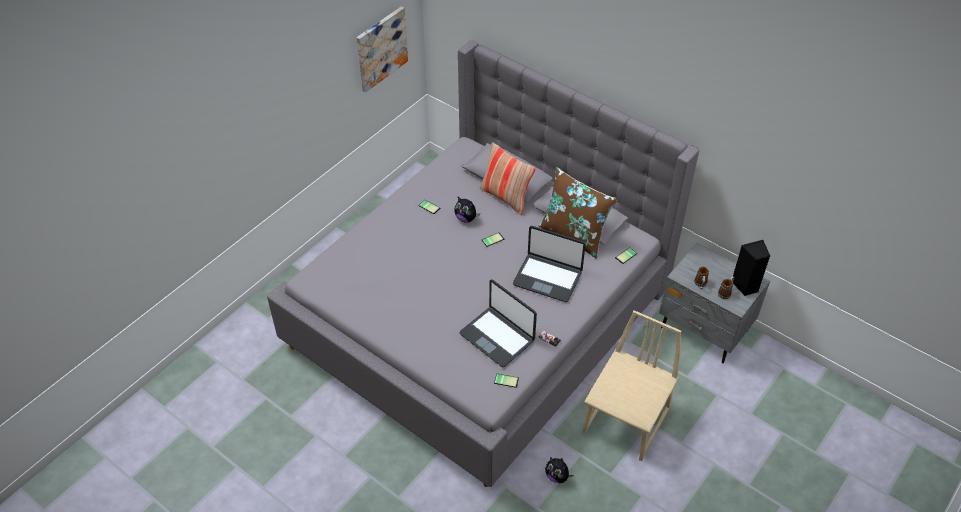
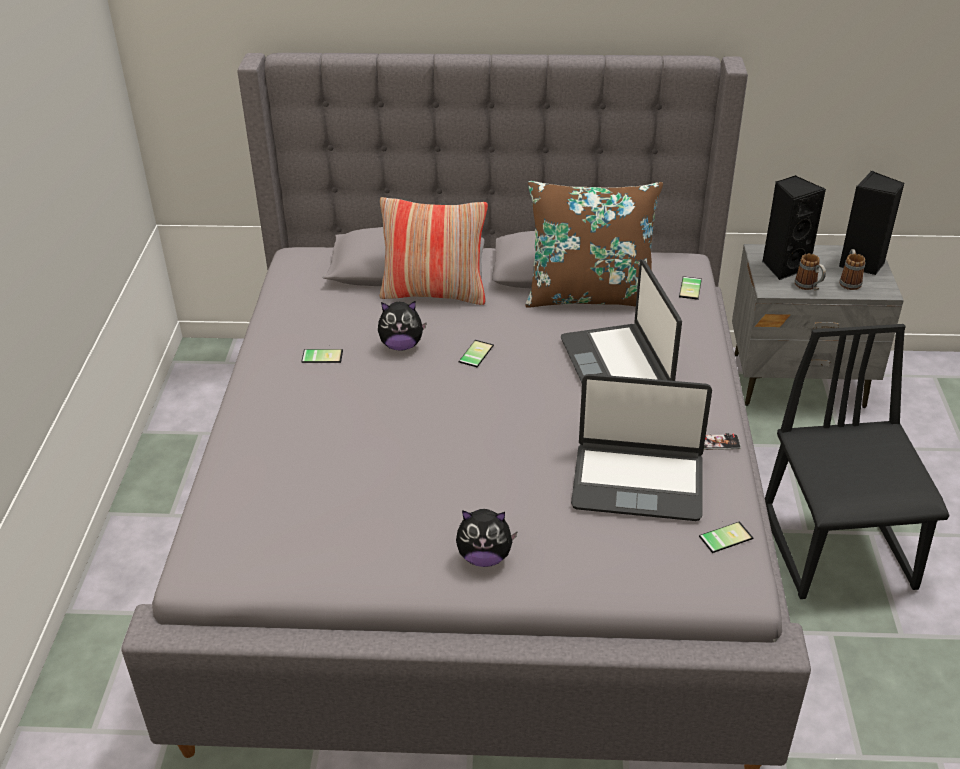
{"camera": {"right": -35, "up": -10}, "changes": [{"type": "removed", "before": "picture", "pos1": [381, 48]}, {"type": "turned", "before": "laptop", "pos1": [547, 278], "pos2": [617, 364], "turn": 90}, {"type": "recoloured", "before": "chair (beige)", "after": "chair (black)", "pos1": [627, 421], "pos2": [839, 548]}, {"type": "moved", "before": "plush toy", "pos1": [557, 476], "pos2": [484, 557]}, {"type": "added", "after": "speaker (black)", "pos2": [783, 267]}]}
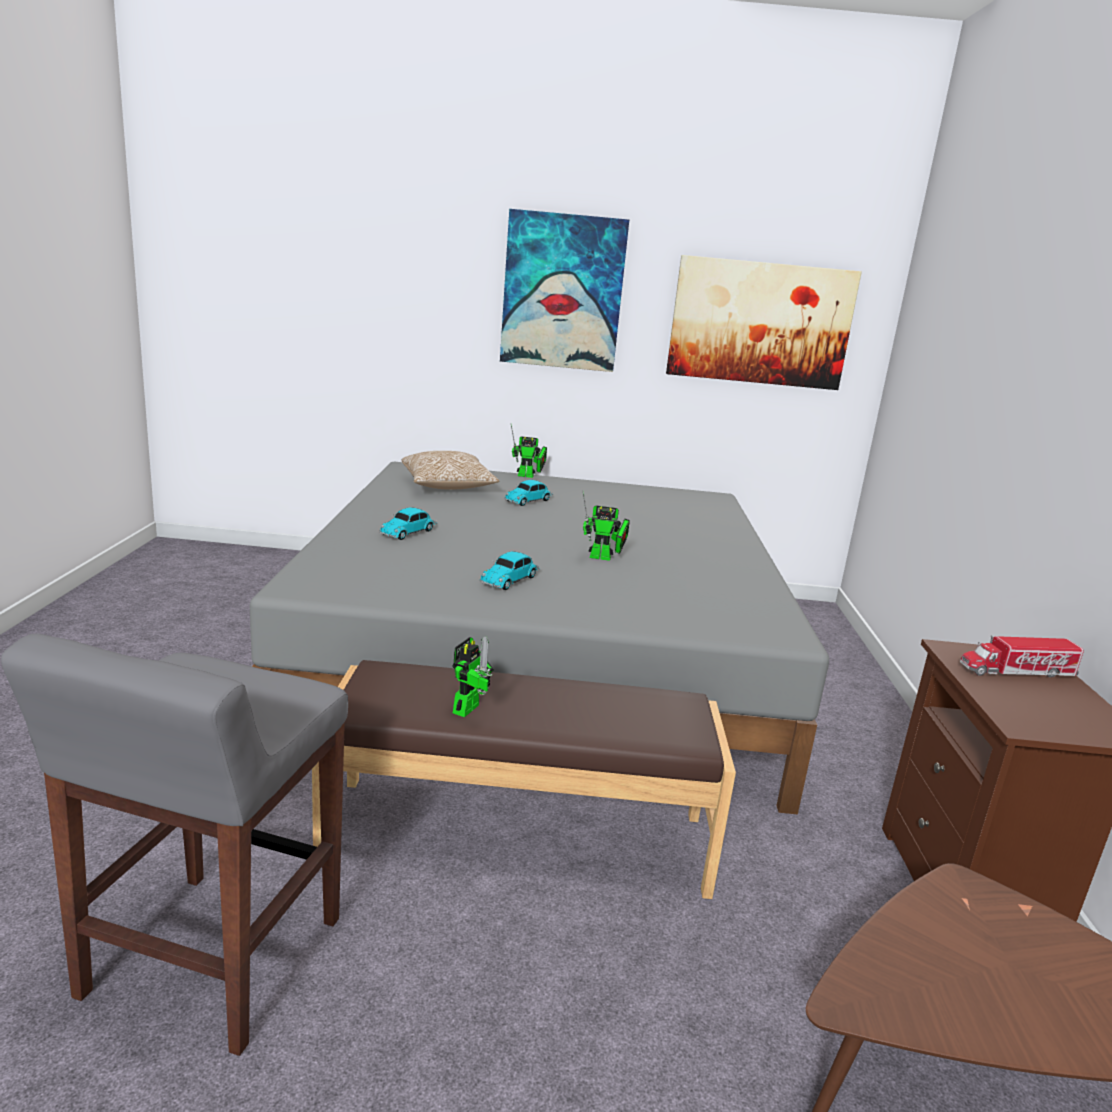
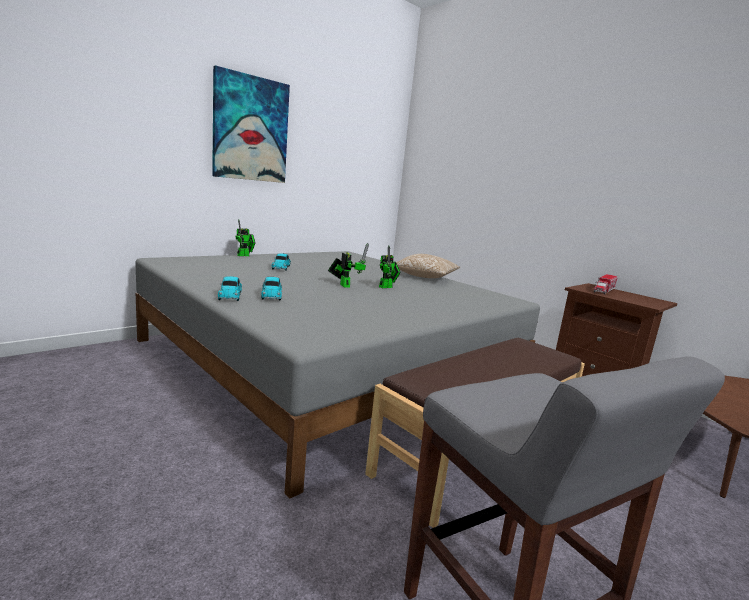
{"camera": {"right": -45, "up": -5}, "changes": [{"type": "removed", "before": "picture", "pos1": [760, 323]}, {"type": "moved", "before": "pillow", "pos1": [447, 487], "pos2": [426, 277]}, {"type": "moved", "before": "toy car", "pos1": [510, 579], "pos2": [230, 295]}, {"type": "moved", "before": "toy robot", "pos1": [468, 706], "pos2": [344, 285]}]}
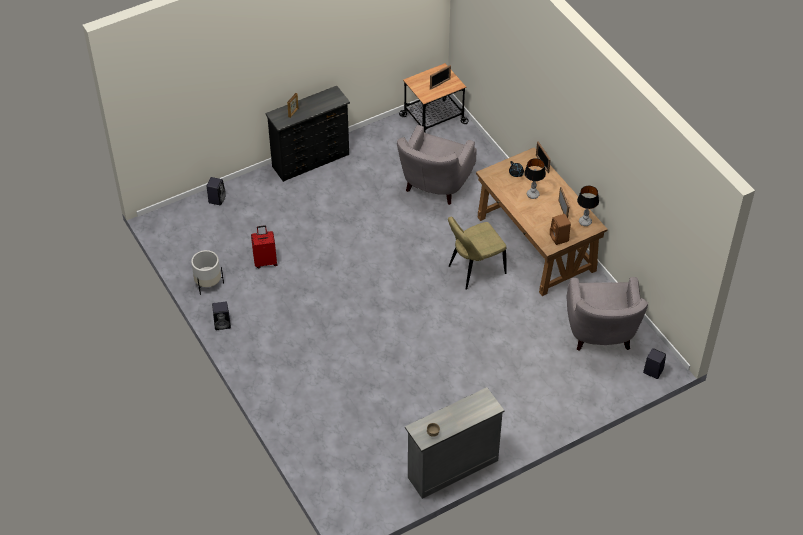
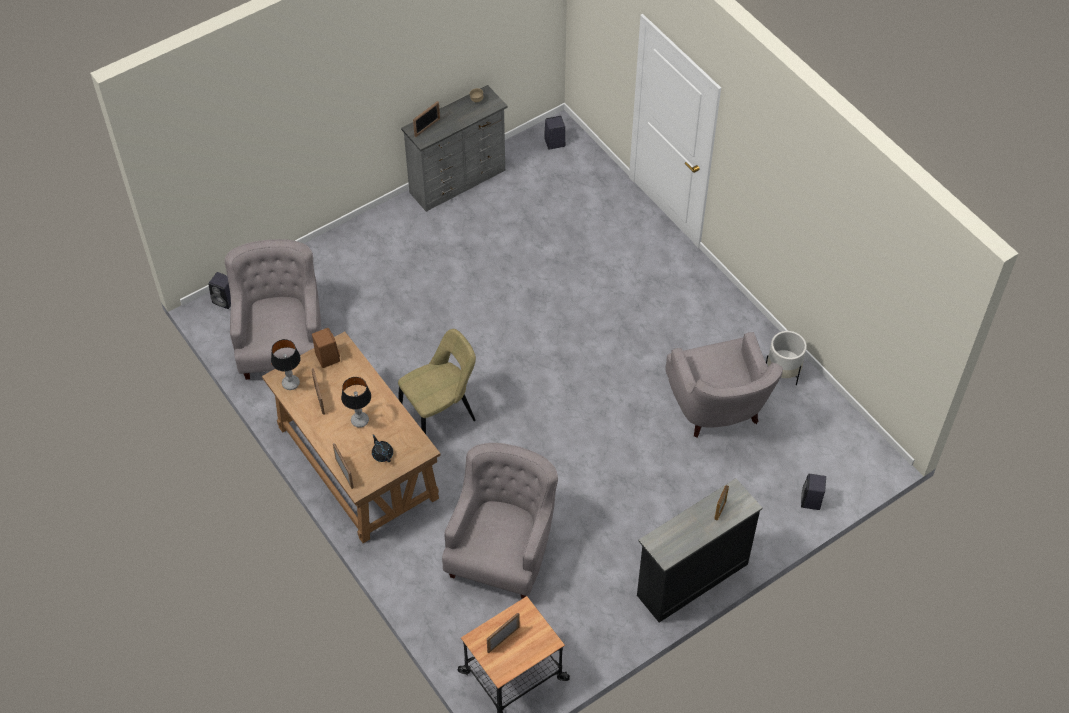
{"camera": {"right": 175, "up": 5}, "changes": [{"type": "replaced", "before": "suitcase (red)", "after": "armchair (grey)", "pos1": [265, 261], "pos2": [717, 408]}, {"type": "moved", "before": "speaker (black)", "pos1": [223, 323], "pos2": [554, 143]}, {"type": "added", "after": "picture frame", "pos2": [427, 127]}]}
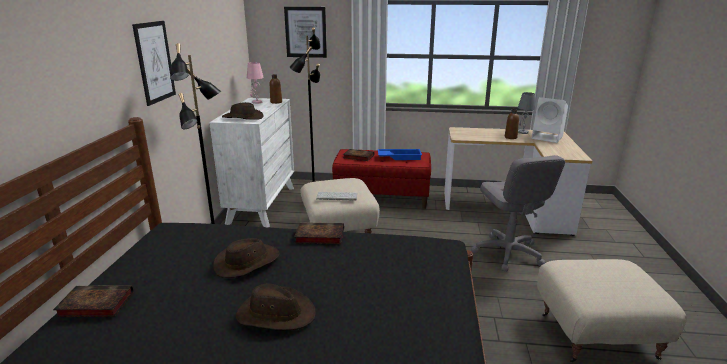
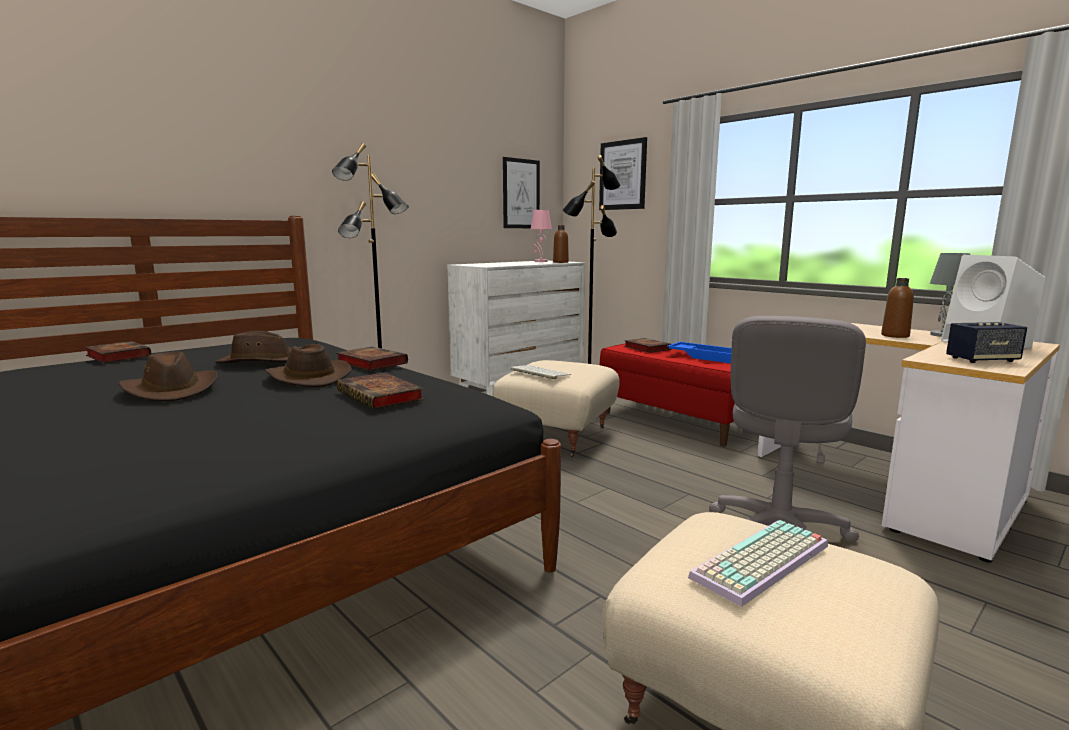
{"camera": {"right": 40, "up": -10}, "changes": [{"type": "moved", "before": "picture", "pos1": [155, 62], "pos2": [521, 194]}, {"type": "moved", "before": "hat (brown)", "pos1": [243, 117], "pos2": [307, 378]}, {"type": "added", "after": "speaker", "pos2": [982, 360]}, {"type": "added", "after": "book", "pos2": [382, 396]}, {"type": "added", "after": "keyboard", "pos2": [763, 563]}]}
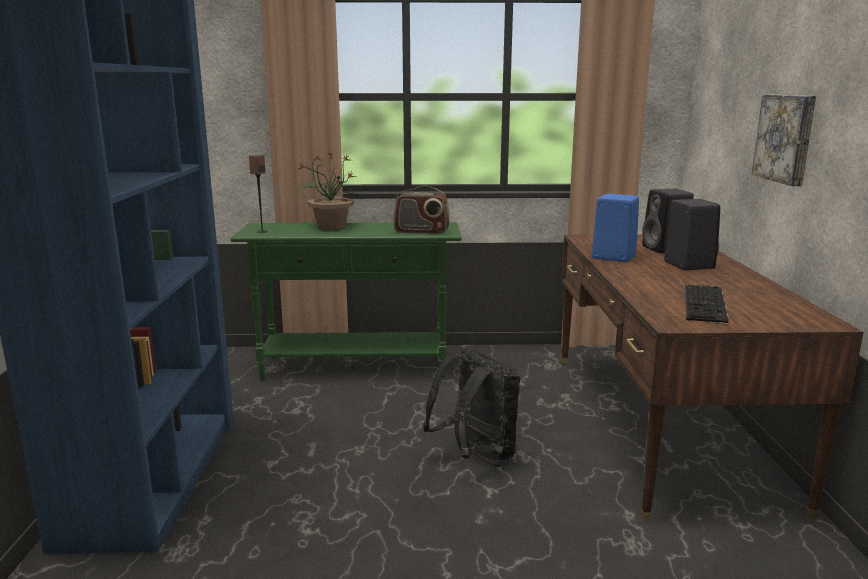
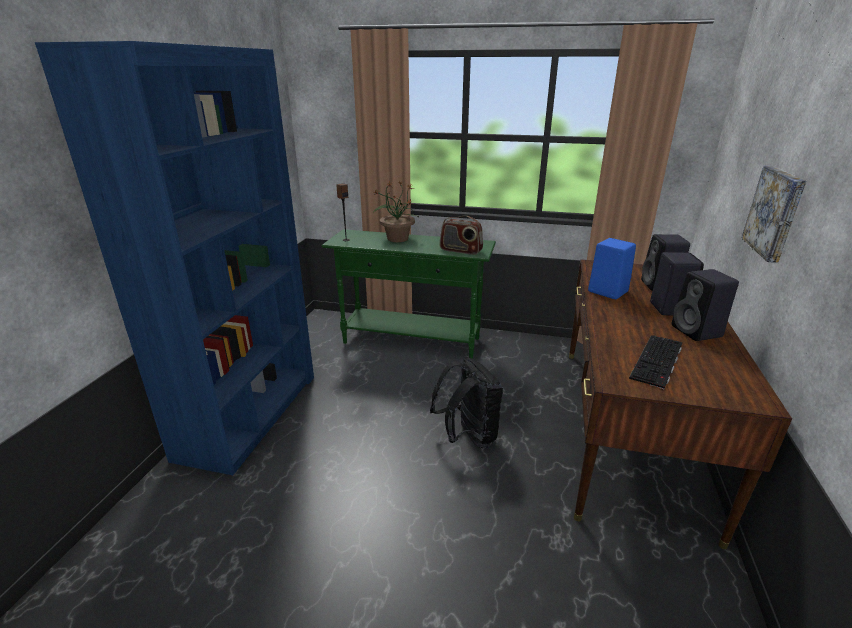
{"camera": {"right": 15, "up": 10}, "changes": [{"type": "added", "after": "speaker (black)", "pos2": [697, 332]}]}
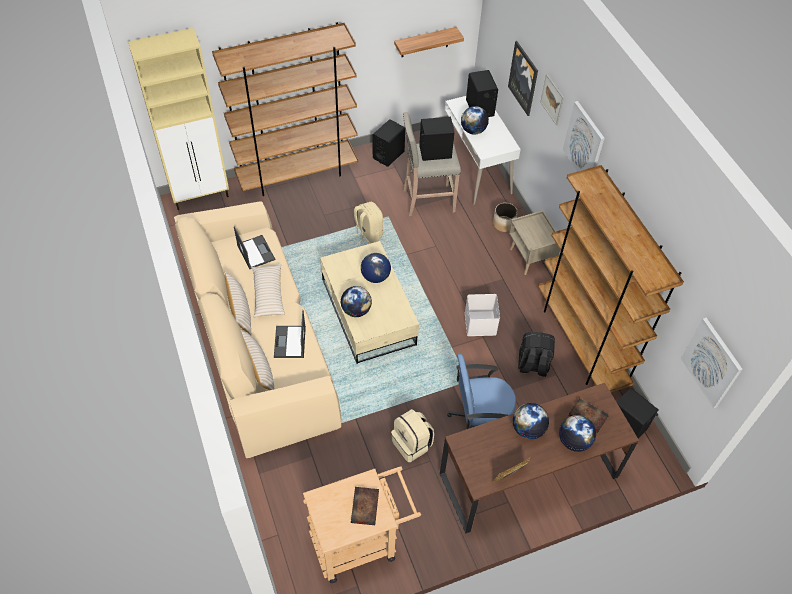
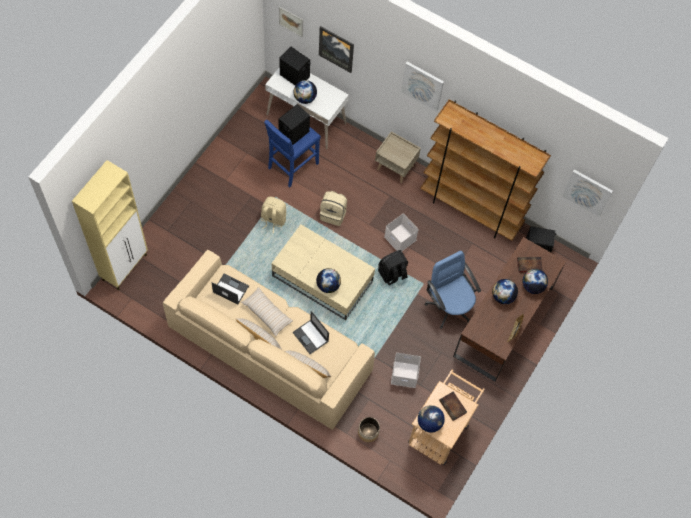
{"camera": {"right": -40, "up": 10}, "changes": [{"type": "removed", "before": "bookcase (brown)", "pos1": [297, 174]}, {"type": "removed", "before": "shelf", "pos1": [425, 42]}, {"type": "moved", "before": "picture", "pos1": [552, 99], "pos2": [291, 21]}, {"type": "recoloured", "before": "stool (beige)", "after": "stool (blue)", "pos1": [427, 200], "pos2": [292, 166]}, {"type": "removed", "before": "speaker (black)", "pos1": [388, 155]}, {"type": "moved", "before": "planter", "pos1": [503, 224], "pos2": [368, 432]}, {"type": "moved", "before": "globe", "pos1": [375, 276], "pos2": [429, 422]}, {"type": "moved", "before": "backpack (black)", "pos1": [532, 365], "pos2": [392, 274]}, {"type": "turned", "before": "office chair (blue)", "pos1": [479, 420], "pos2": [449, 306], "turn": 105}, {"type": "moved", "before": "backpack (beige)", "pos1": [412, 444], "pos2": [333, 214]}, {"type": "added", "after": "storage box (white)", "pos2": [405, 374]}]}
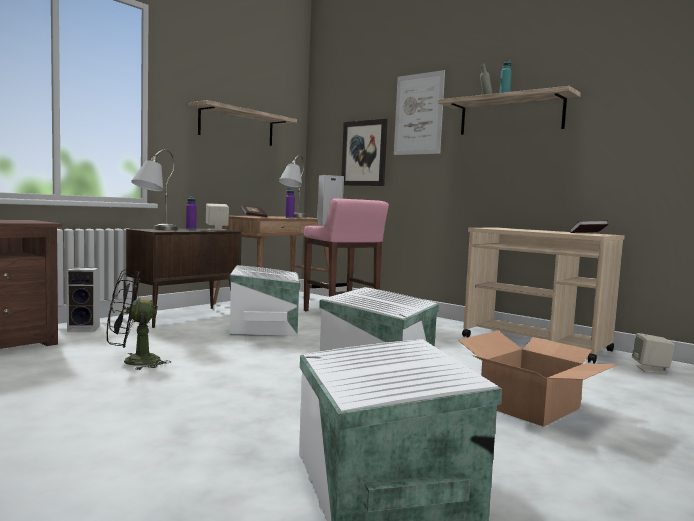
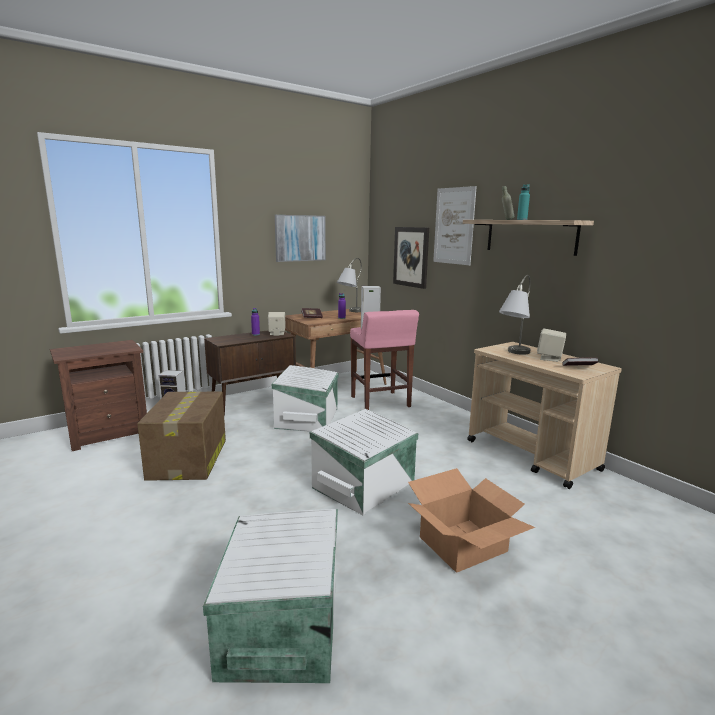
{"camera": {"right": 15, "up": 10}, "changes": [{"type": "replaced", "before": "shelf", "after": "picture", "pos1": [237, 126], "pos2": [300, 238]}, {"type": "moved", "before": "table lamp (grey)", "pos1": [154, 229], "pos2": [513, 354]}, {"type": "replaced", "before": "fan (black)", "after": "cardboard box", "pos1": [133, 362], "pos2": [188, 459]}, {"type": "moved", "before": "speaker (beige)", "pos1": [651, 369], "pos2": [549, 358]}]}
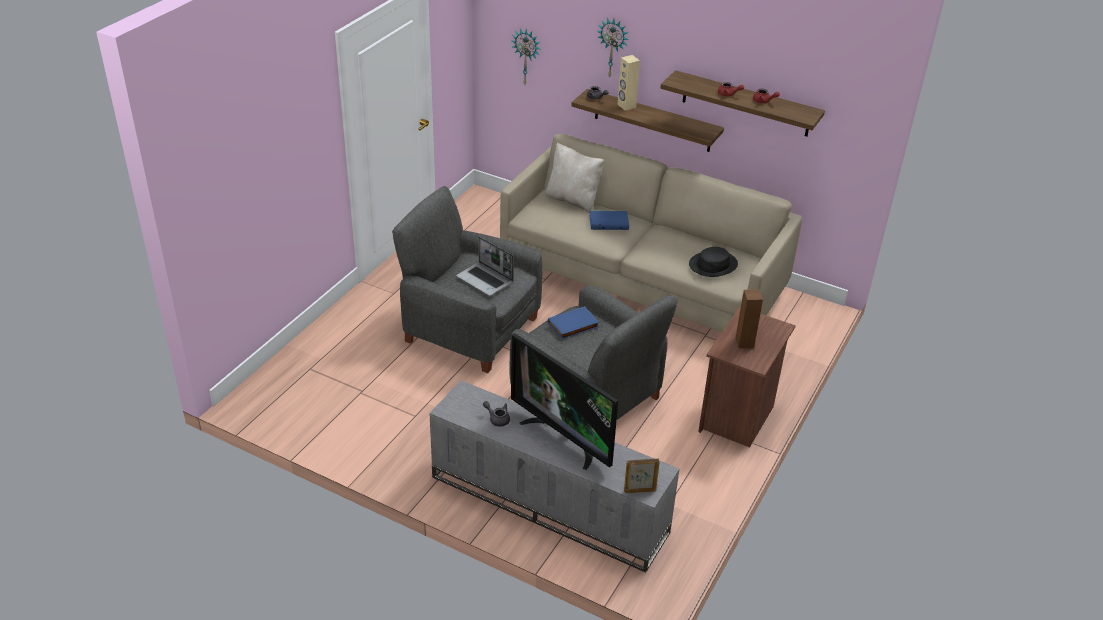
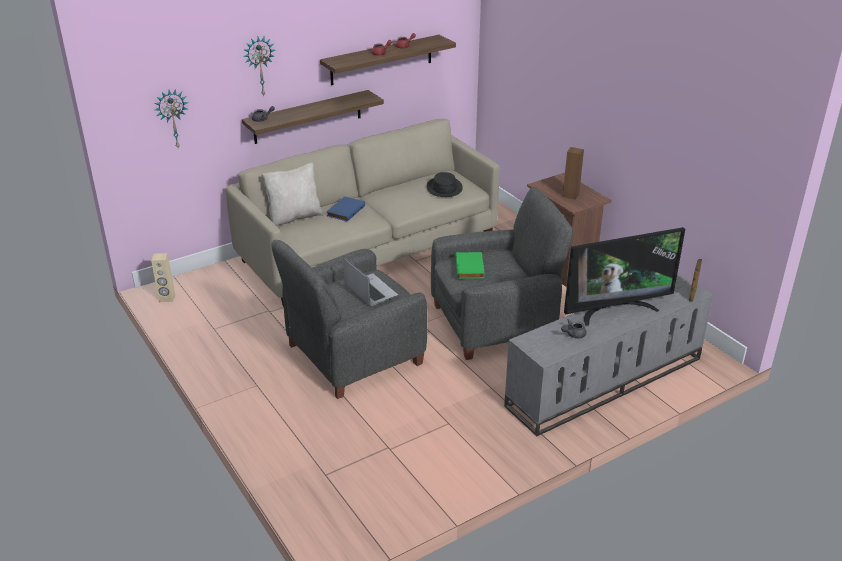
{"camera": {"right": -60, "up": -5}, "changes": [{"type": "moved", "before": "speaker (beige)", "pos1": [626, 106], "pos2": [167, 298]}, {"type": "turned", "before": "laptop", "pos1": [485, 280], "pos2": [369, 291], "turn": -105}, {"type": "recoloured", "before": "book (blue)", "after": "book (green)", "pos1": [573, 326], "pos2": [470, 268]}]}
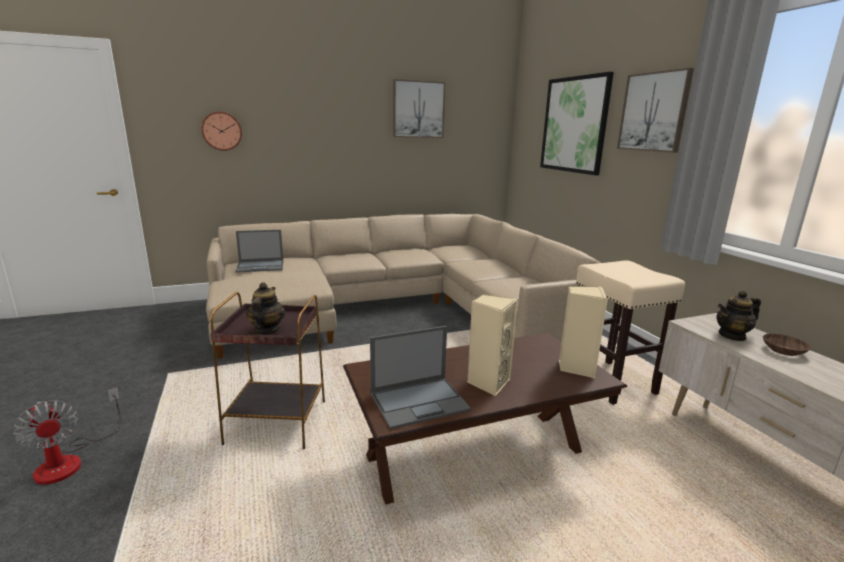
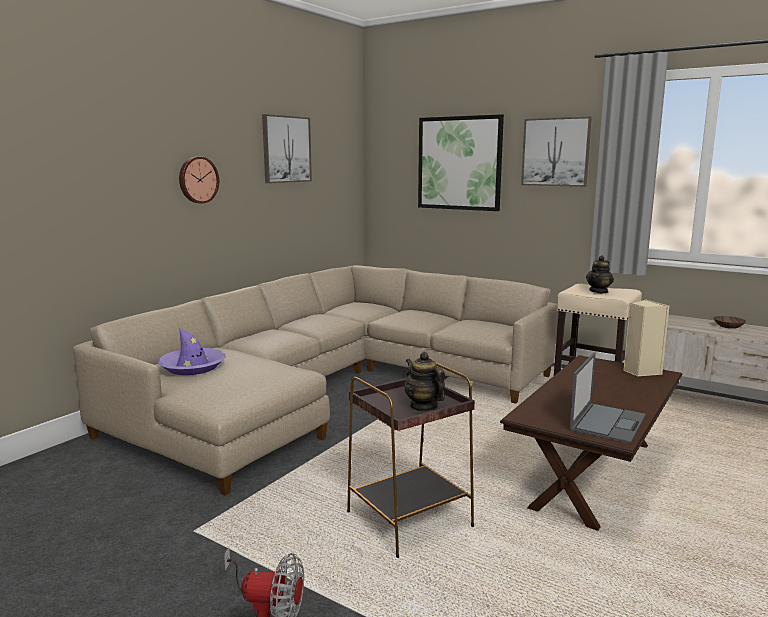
{"camera": {"right": -35, "up": -5}, "changes": [{"type": "moved", "before": "wall clock", "pos1": [222, 131], "pos2": [197, 180]}, {"type": "replaced", "before": "laptop", "after": "hat (purple)", "pos1": [261, 266], "pos2": [192, 367]}, {"type": "moved", "before": "teapot", "pos1": [732, 335], "pos2": [599, 291]}, {"type": "removed", "before": "speaker (beige)", "pos1": [488, 382]}]}
